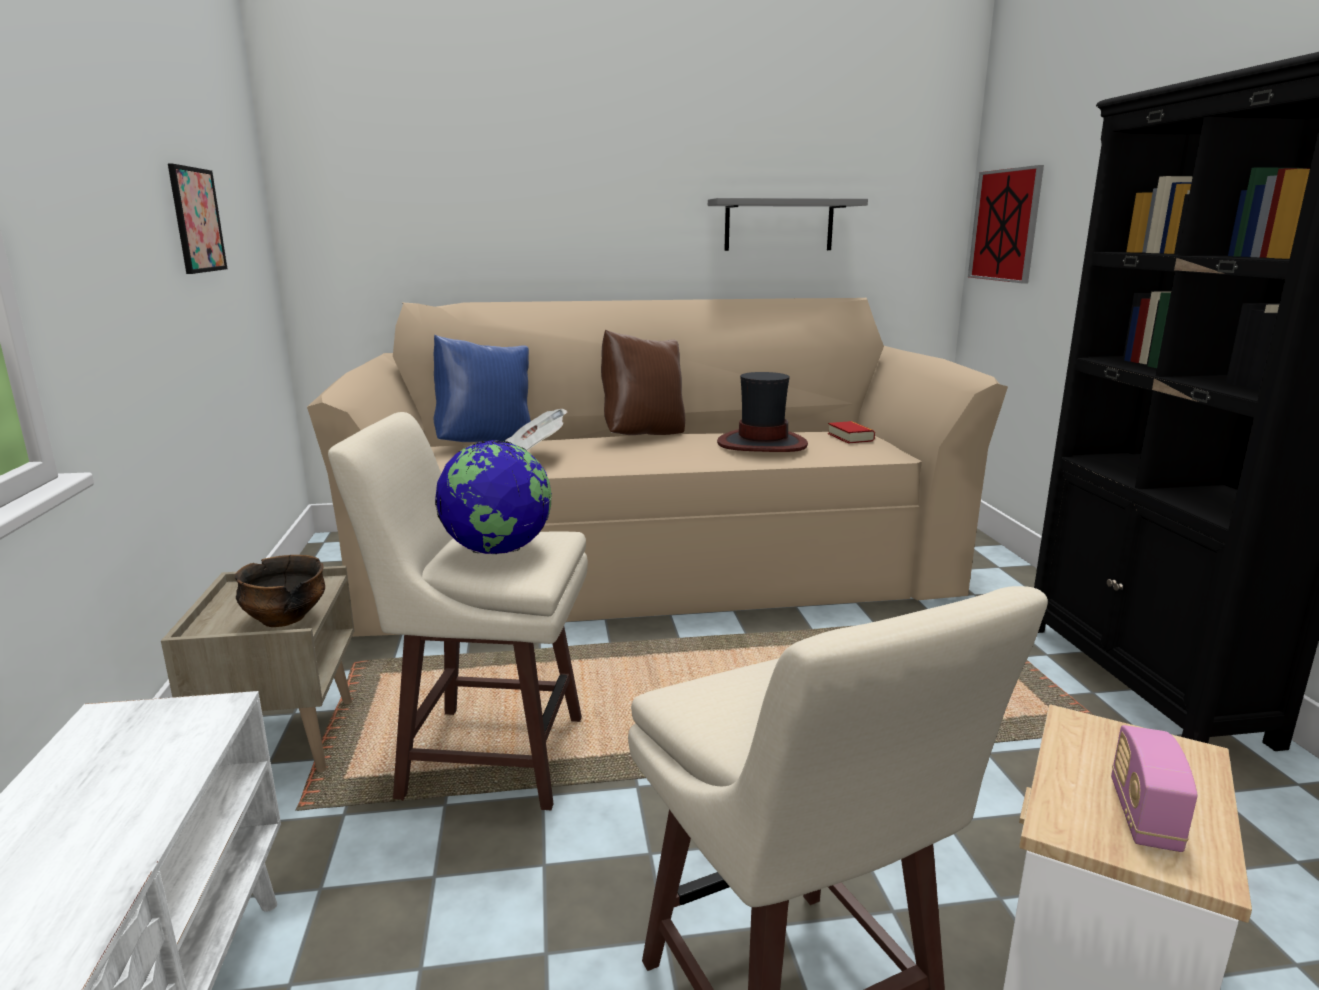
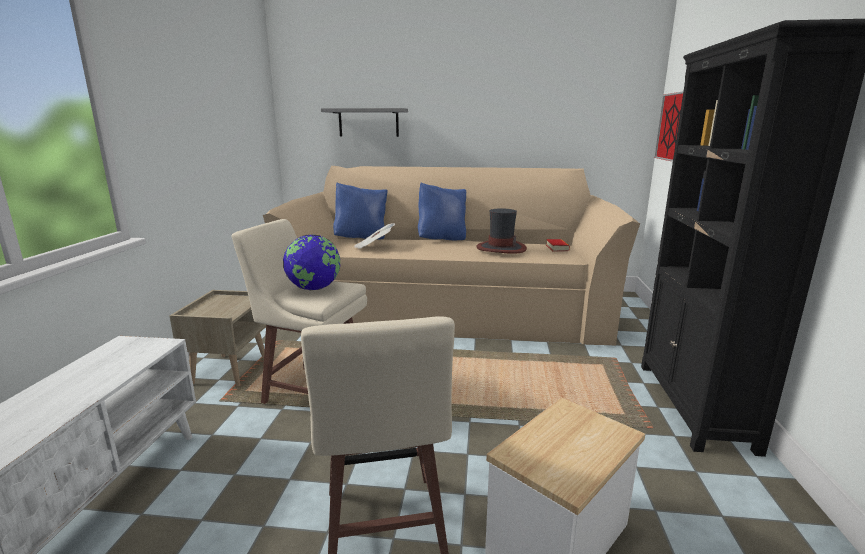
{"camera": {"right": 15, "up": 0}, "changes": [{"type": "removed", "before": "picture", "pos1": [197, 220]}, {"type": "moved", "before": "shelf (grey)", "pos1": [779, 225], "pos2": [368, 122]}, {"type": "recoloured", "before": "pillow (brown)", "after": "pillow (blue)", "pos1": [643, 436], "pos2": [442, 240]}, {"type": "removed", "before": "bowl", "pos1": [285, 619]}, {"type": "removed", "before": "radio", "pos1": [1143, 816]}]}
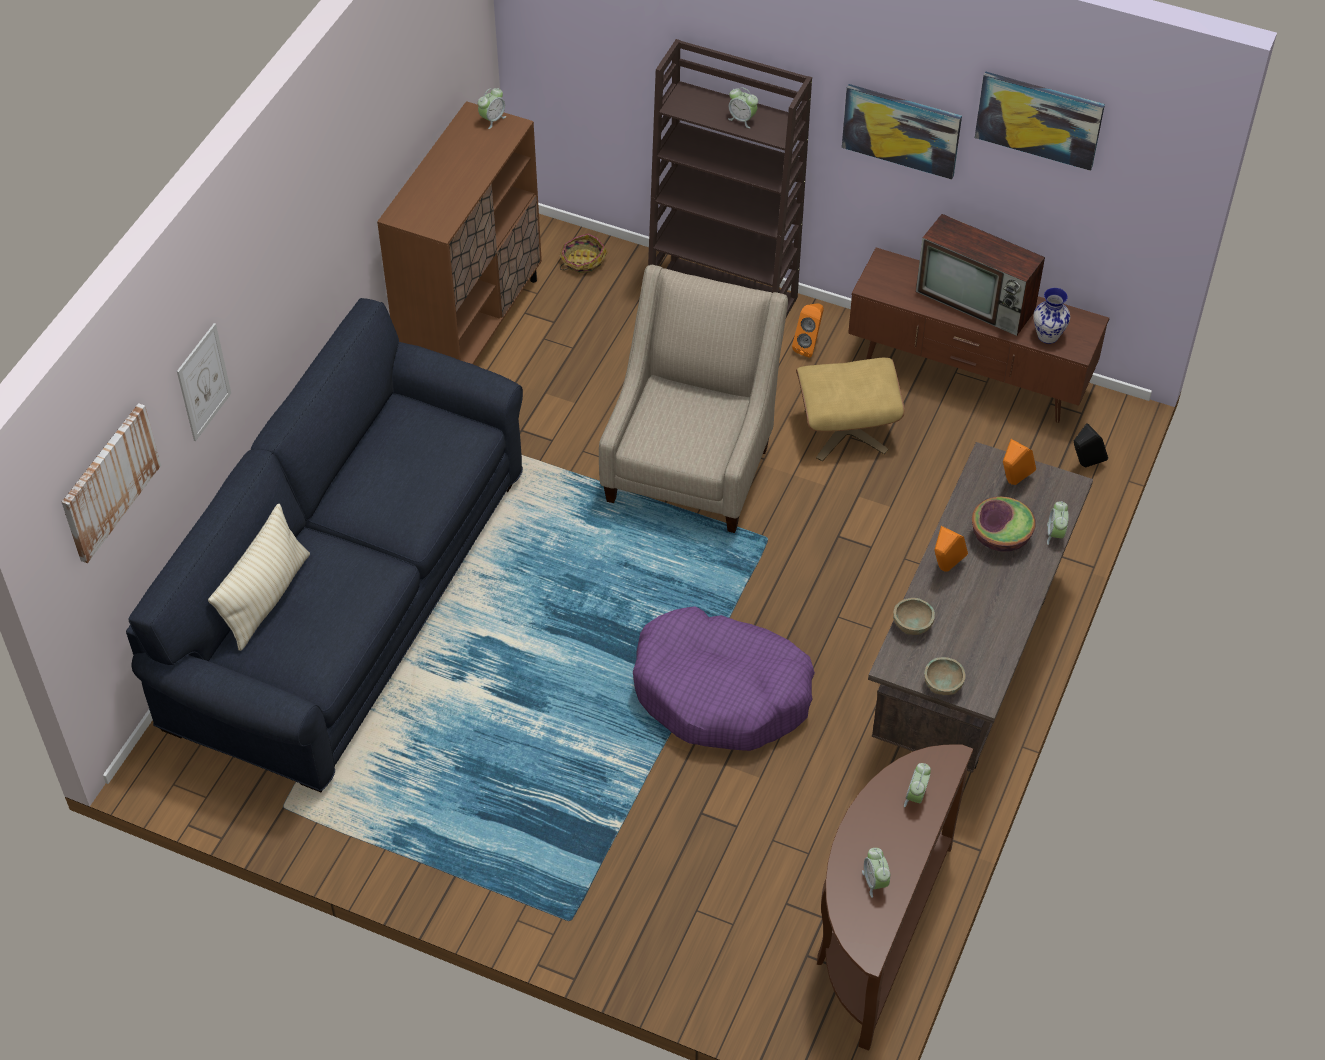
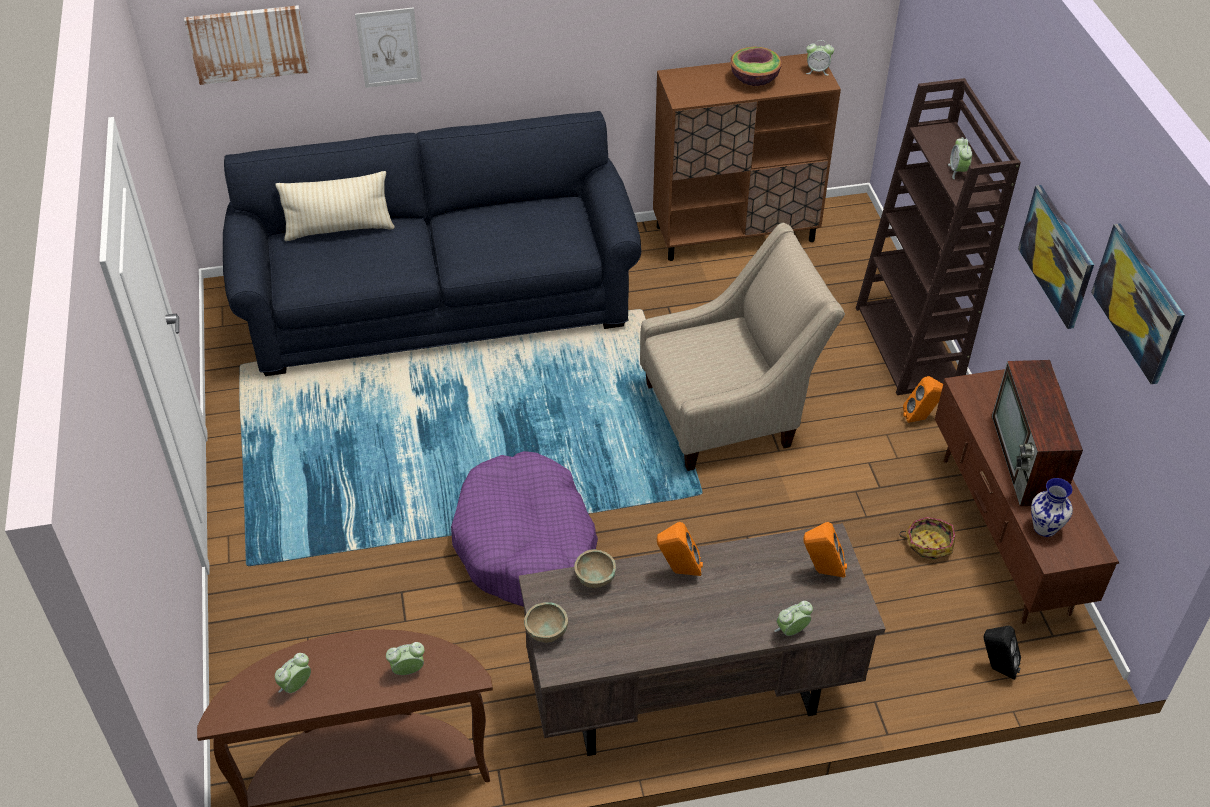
{"camera": {"right": 55, "up": -5}, "changes": [{"type": "moved", "before": "basket", "pos1": [582, 261], "pos2": [928, 543]}, {"type": "removed", "before": "ottoman (beige)", "pos1": [846, 430]}, {"type": "moved", "before": "bowl", "pos1": [1000, 537], "pos2": [754, 80]}]}
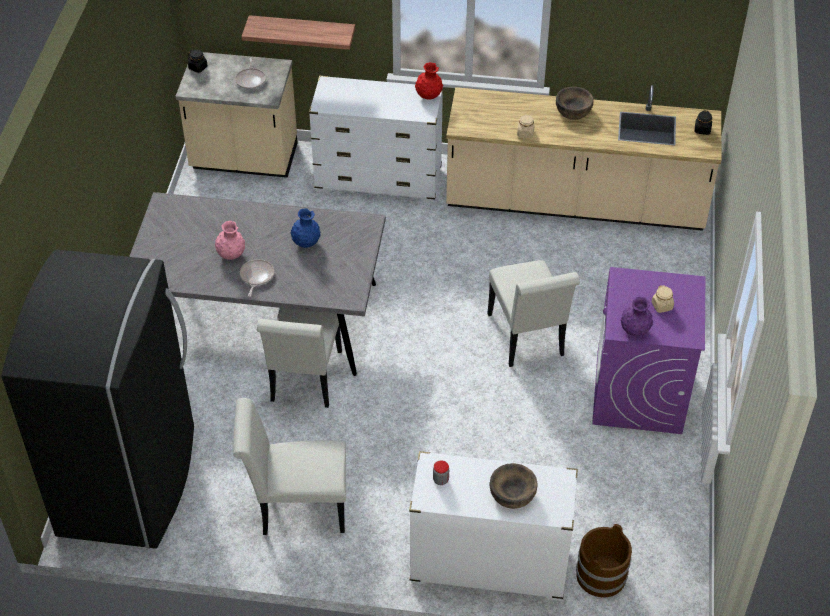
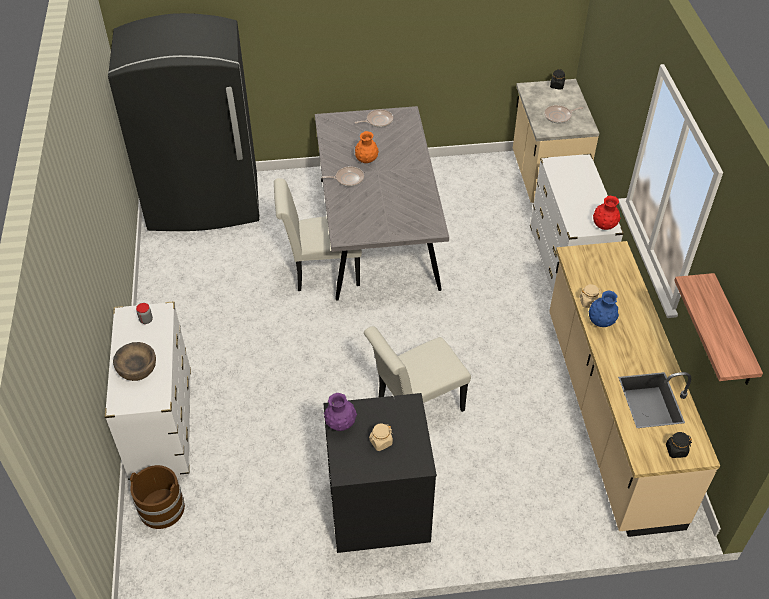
{"camera": {"right": 75, "up": 0}, "changes": [{"type": "moved", "before": "shelf", "pos1": [302, 31], "pos2": [732, 332]}, {"type": "removed", "before": "bowl (brown)", "pos1": [573, 111]}, {"type": "moved", "before": "vase (blue)", "pos1": [306, 243], "pos2": [601, 322]}, {"type": "recoloured", "before": "vase (pink)", "after": "vase (orange)", "pos1": [231, 255], "pos2": [366, 160]}, {"type": "recoloured", "before": "washing machine (purple)", "after": "washing machine (black)", "pos1": [639, 393], "pos2": [377, 508]}, {"type": "removed", "before": "chair (white)", "pos1": [296, 507]}, {"type": "added", "after": "frying pan", "pos2": [378, 121]}]}
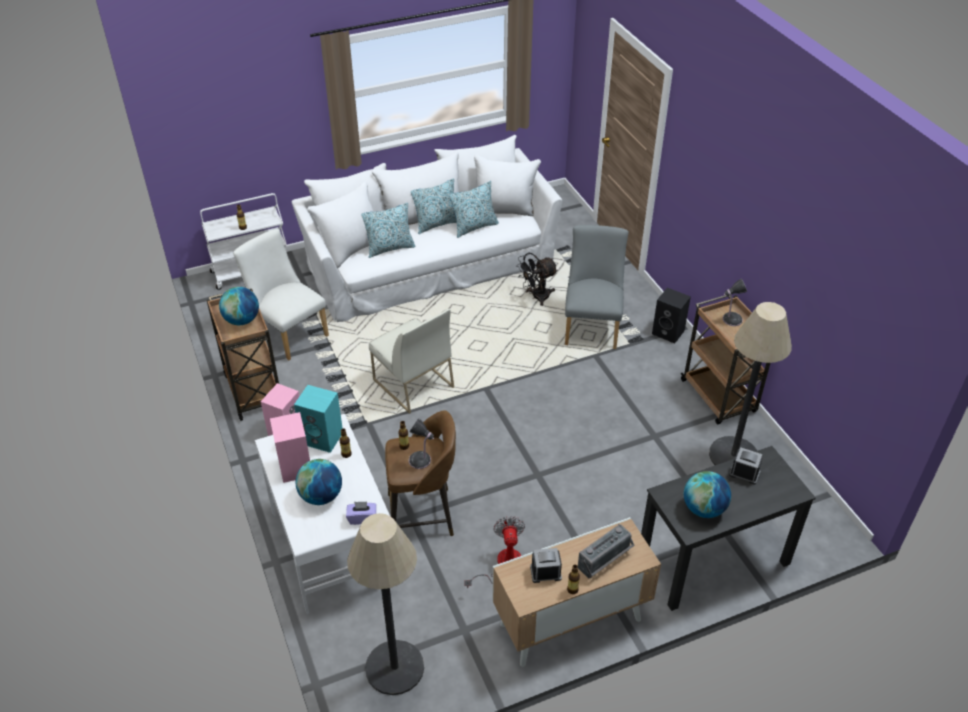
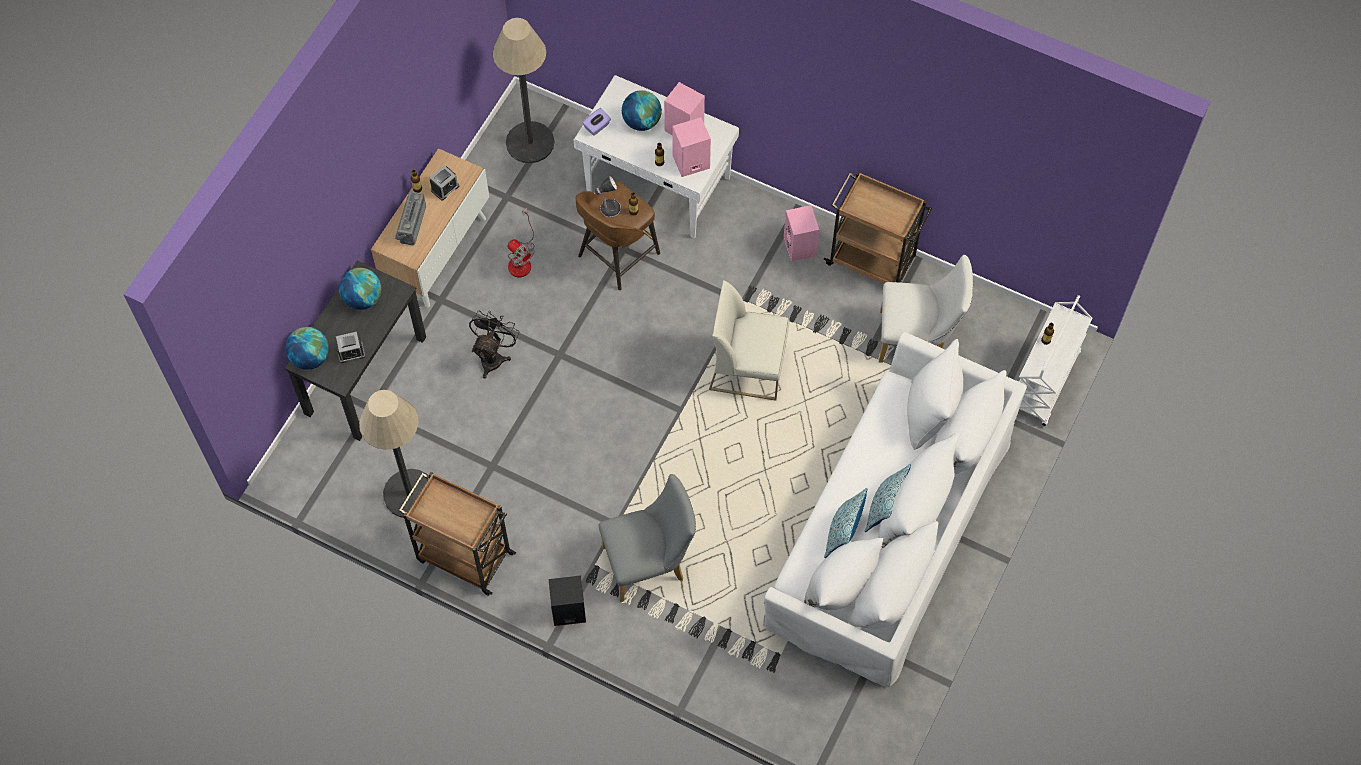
{"camera": {"right": 140, "up": 20}, "changes": [{"type": "removed", "before": "pillow", "pos1": [390, 248]}, {"type": "turned", "before": "chair (grey)", "pos1": [592, 326], "pos2": [649, 563], "turn": -75}, {"type": "moved", "before": "fan (black)", "pos1": [536, 297], "pos2": [494, 356]}, {"type": "removed", "before": "table lamp", "pos1": [731, 319]}, {"type": "moved", "before": "globe", "pos1": [242, 320], "pos2": [310, 358]}, {"type": "recoloured", "before": "speaker (turquoise)", "after": "speaker (pink)", "pos1": [323, 438], "pos2": [690, 163]}]}
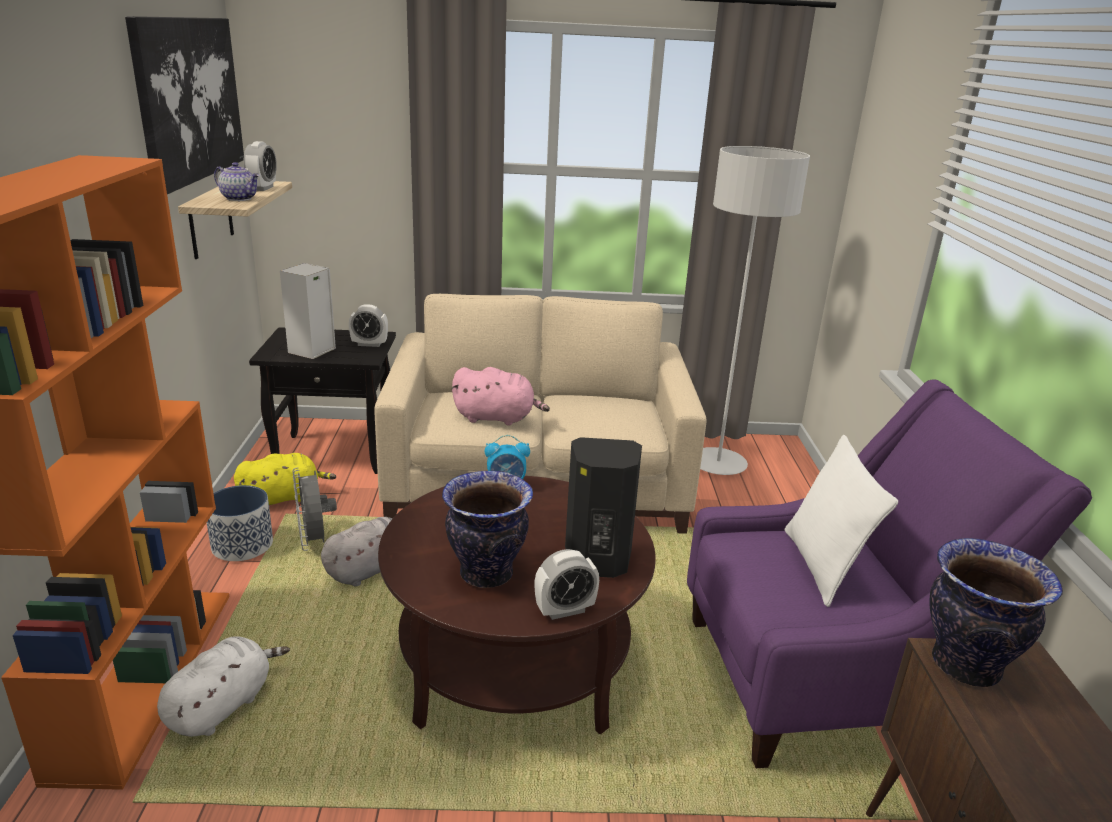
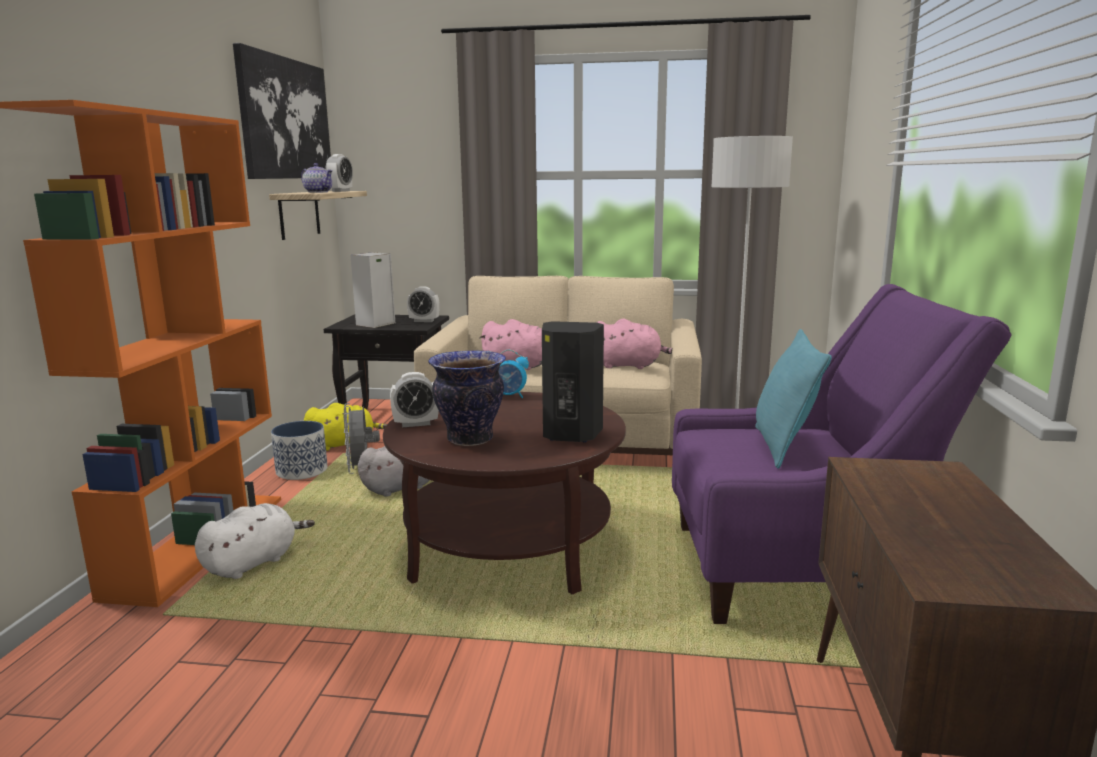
{"camera": {"right": 10, "up": -10}, "changes": [{"type": "recoloured", "before": "pillow (white)", "after": "pillow (turquoise)", "pos1": [822, 566], "pos2": [783, 447]}, {"type": "removed", "before": "vase", "pos1": [964, 665]}, {"type": "moved", "before": "alarm clock", "pos1": [565, 610], "pos2": [416, 424]}, {"type": "added", "after": "plush toy (pink)", "pos2": [628, 366]}]}
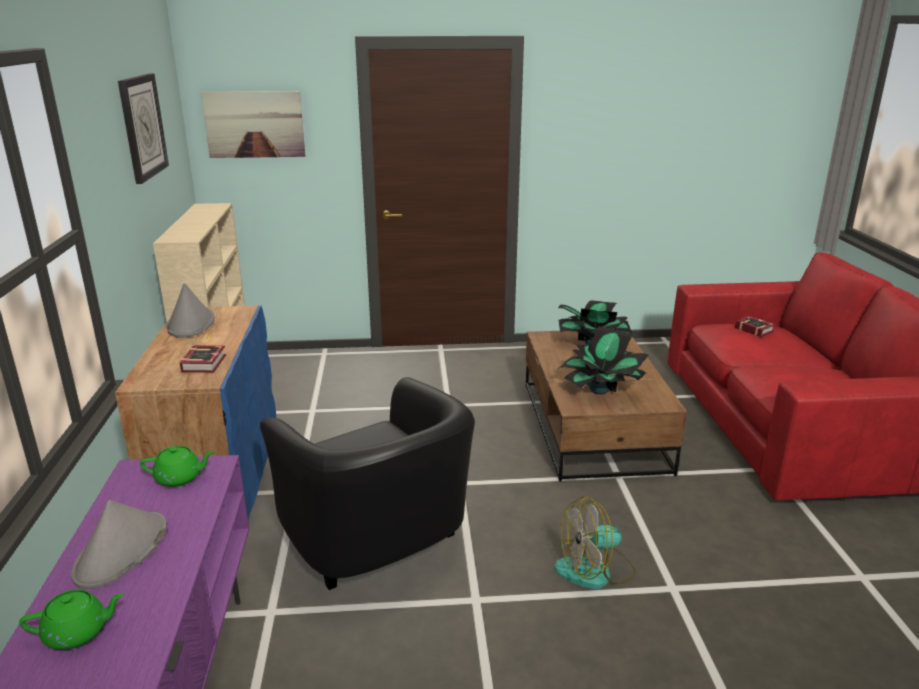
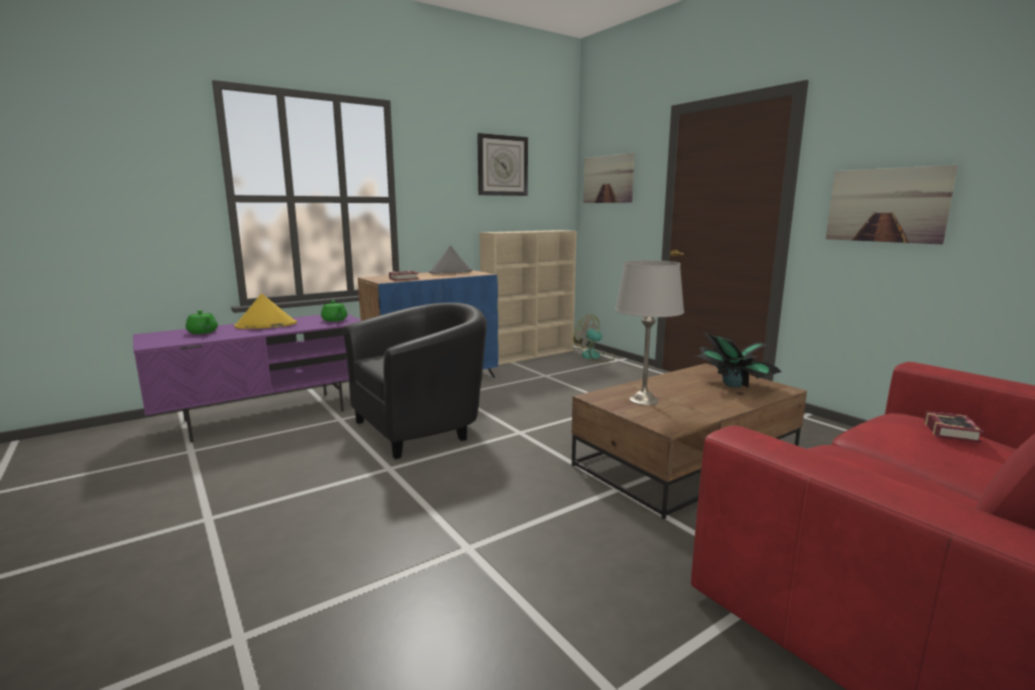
{"camera": {"right": 60, "up": -10}, "changes": [{"type": "replaced", "before": "potted plant", "after": "table lamp (grey)", "pos1": [600, 391], "pos2": [643, 400]}, {"type": "turned", "before": "armchair (black)", "pos1": [379, 545], "pos2": [422, 427], "turn": -150}, {"type": "moved", "before": "fan", "pos1": [595, 571], "pos2": [595, 357]}, {"type": "recoloured", "before": "hat (grey)", "after": "hat (yellow)", "pos1": [121, 551], "pos2": [266, 325]}, {"type": "added", "after": "picture", "pos2": [886, 205]}]}
